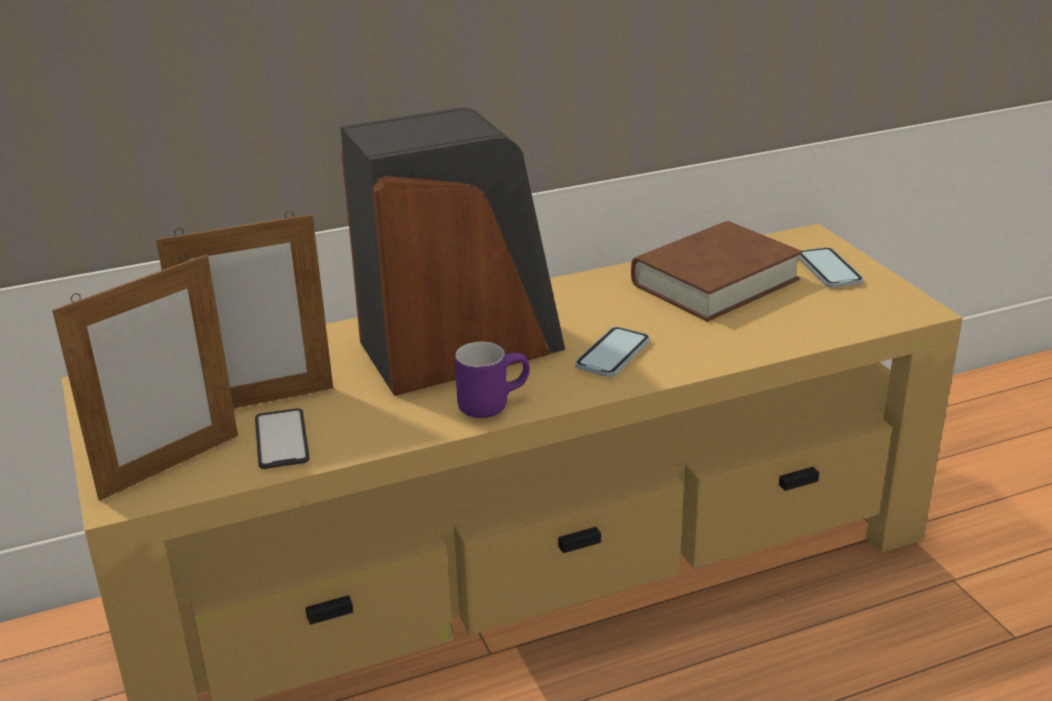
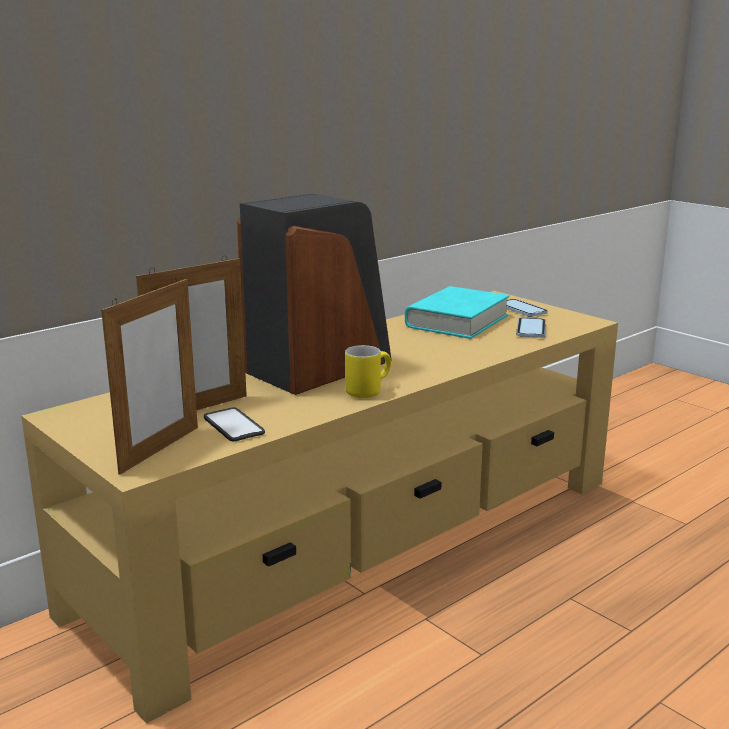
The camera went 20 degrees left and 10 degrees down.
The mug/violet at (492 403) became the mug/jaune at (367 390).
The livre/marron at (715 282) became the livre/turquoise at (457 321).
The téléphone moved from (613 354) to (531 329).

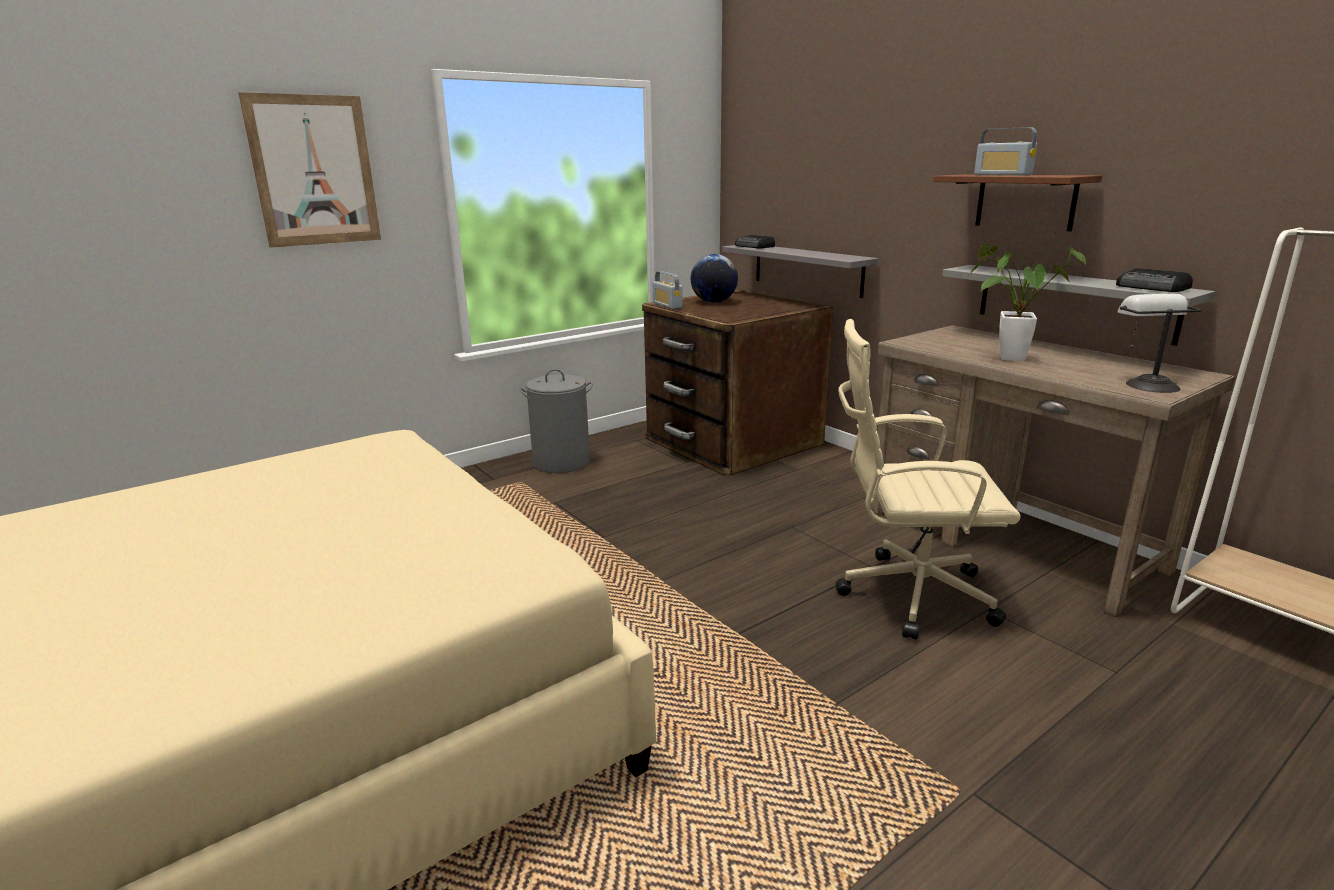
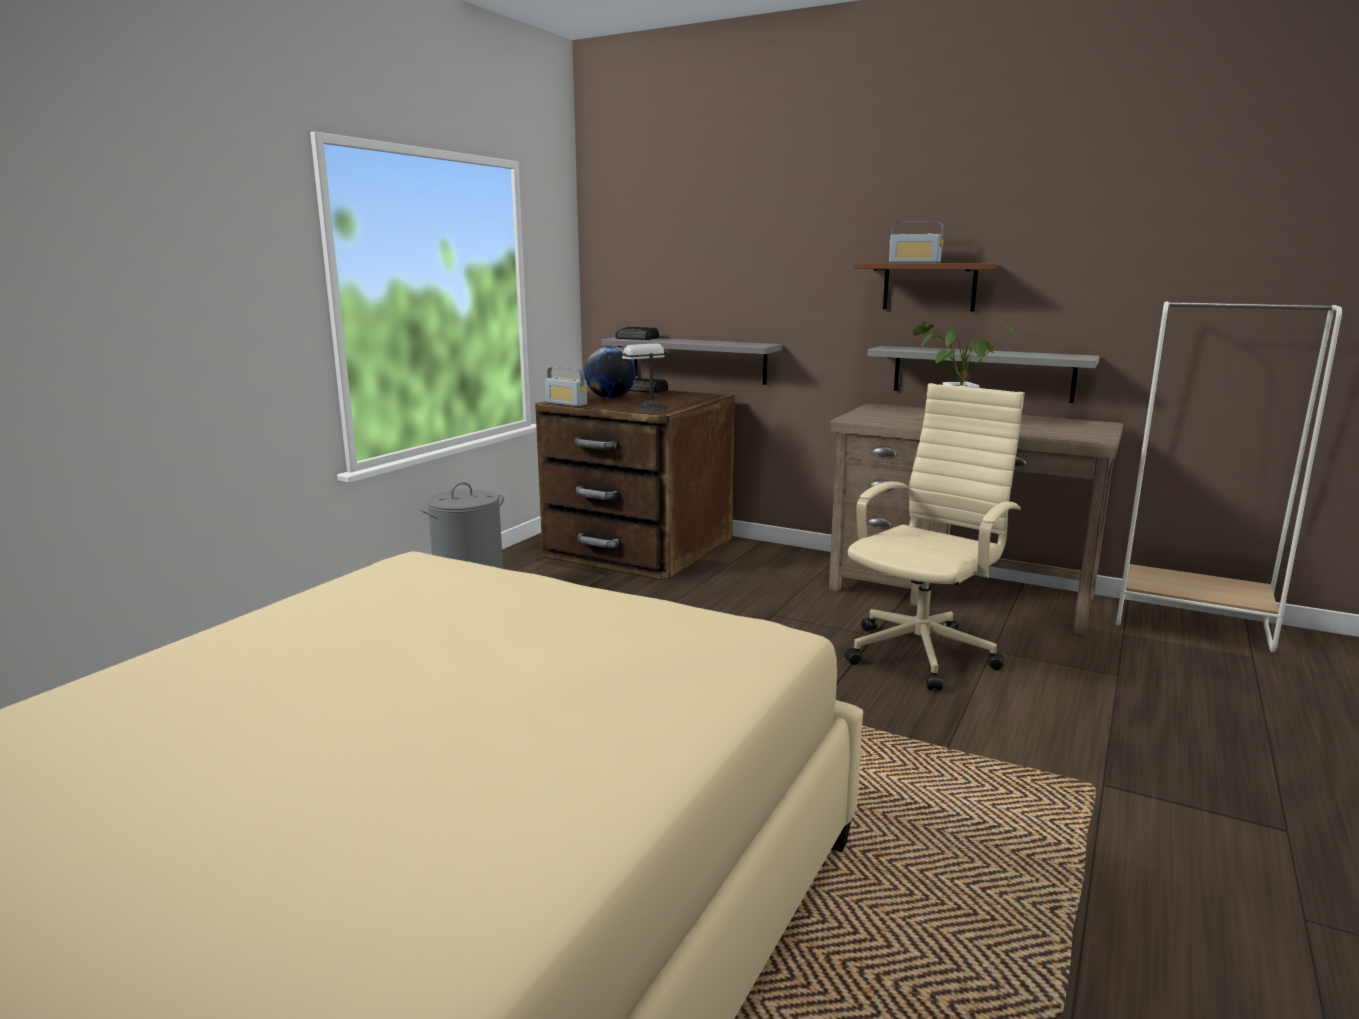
The camera went 25 degrees left and 5 degrees down.
The lampe de table moved from (1144 383) to (647 407).
The radio moved from (1153 287) to (646 390).
The chaise de bureau/beige at (908 595) turned 150 degrees clockwise.
The tableau at (314 171) disappeared.

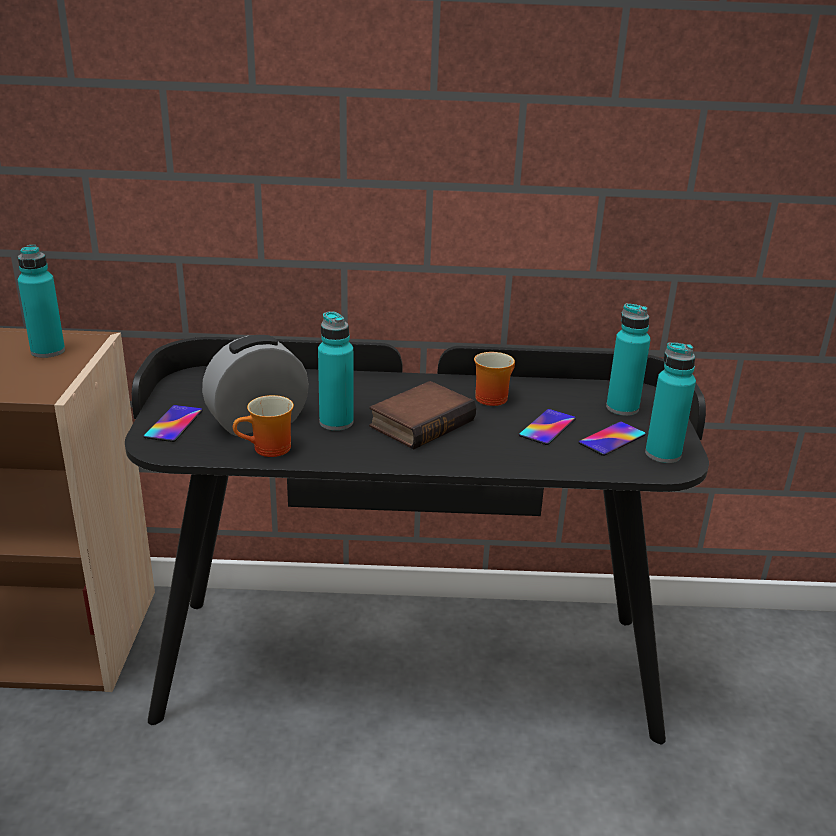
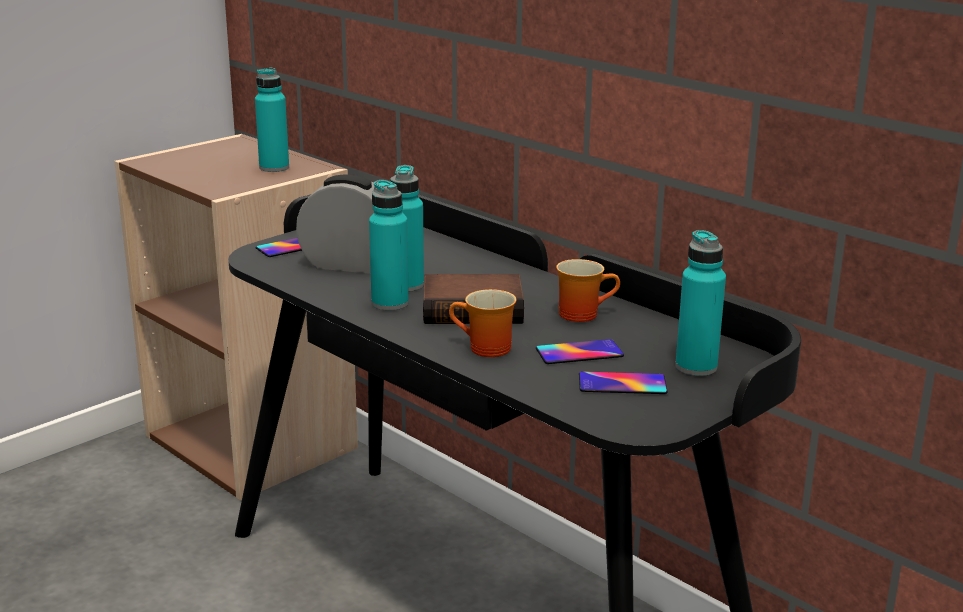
The camera went 45 degrees right and 5 degrees down.
The bouteille/turquoise moved from (663 454) to (390 303).
The mug moved from (269 450) to (484 349).

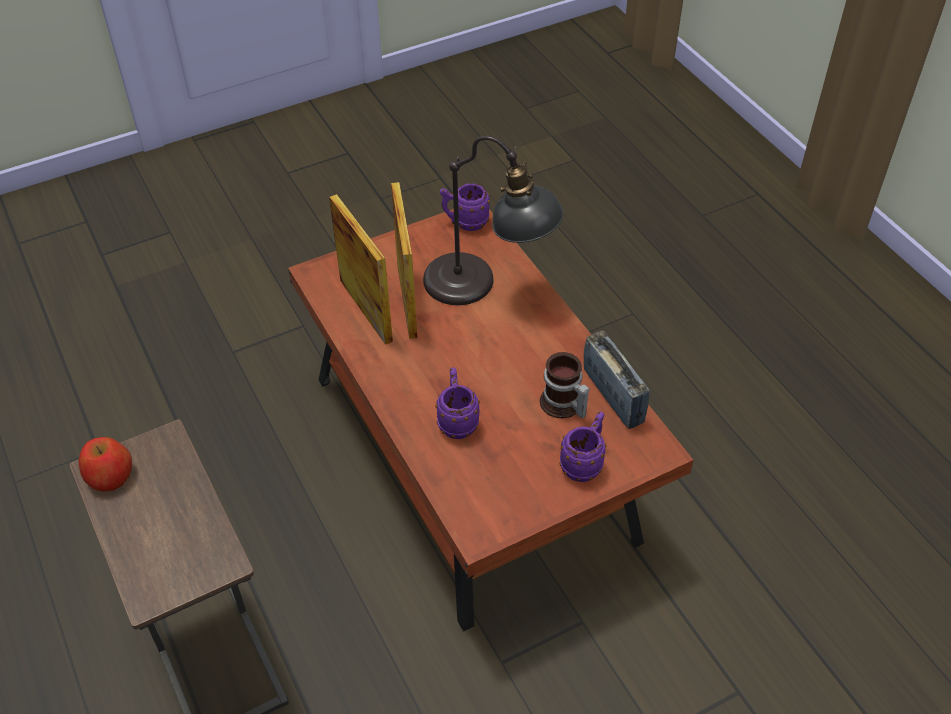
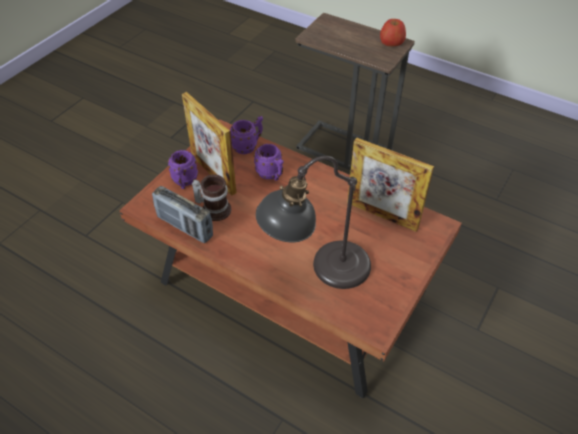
The camera went 150 degrees right and 0 degrees up.
The cadre photo moved from (407 301) to (213 174).
The mug/violet moved from (465 222) to (248 146).

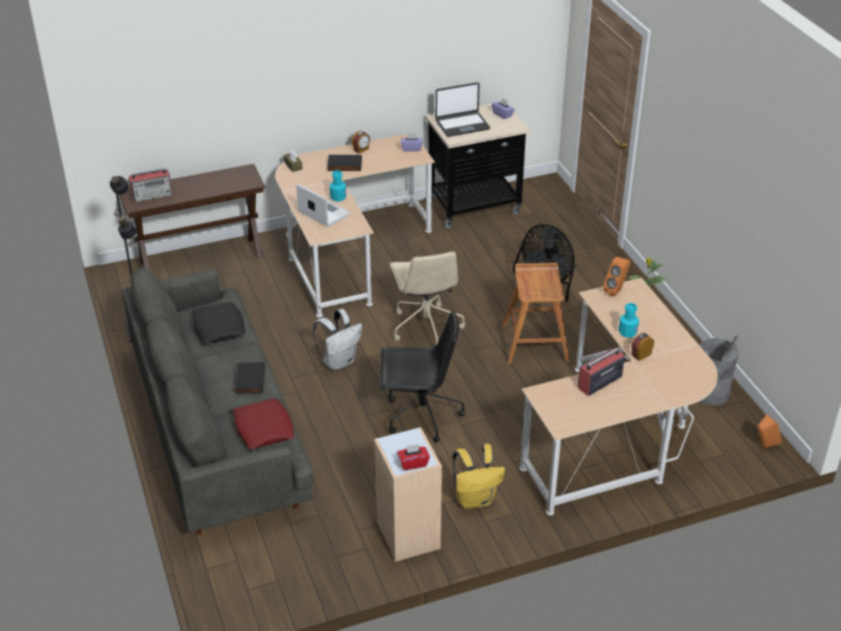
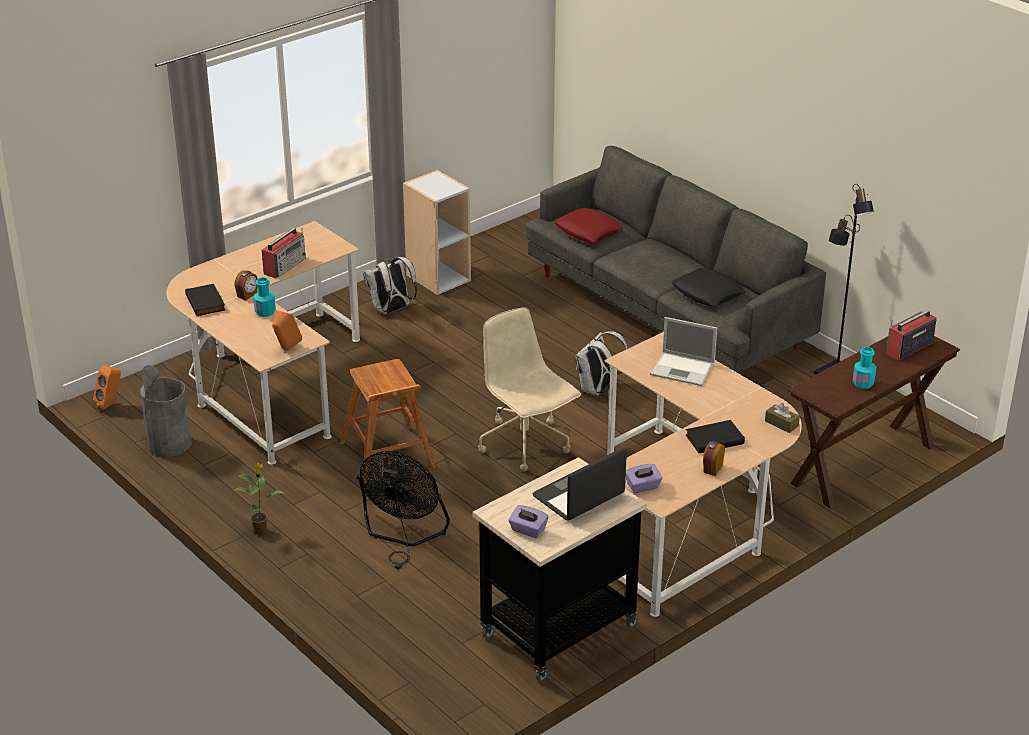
The camera went 160 degrees right and 5 degrees down.
The livre/noir moved from (249 380) to (206 302).
The sac à dos/jaune at (475 499) became the sac à dos/blanc at (391 310).
The bouteille/turquoise moved from (338 197) to (863 383).
The chaise de bureau/noir at (419 416) disappeared.
The boîte à mouchoirs/rouge at (413 463) disappeared.

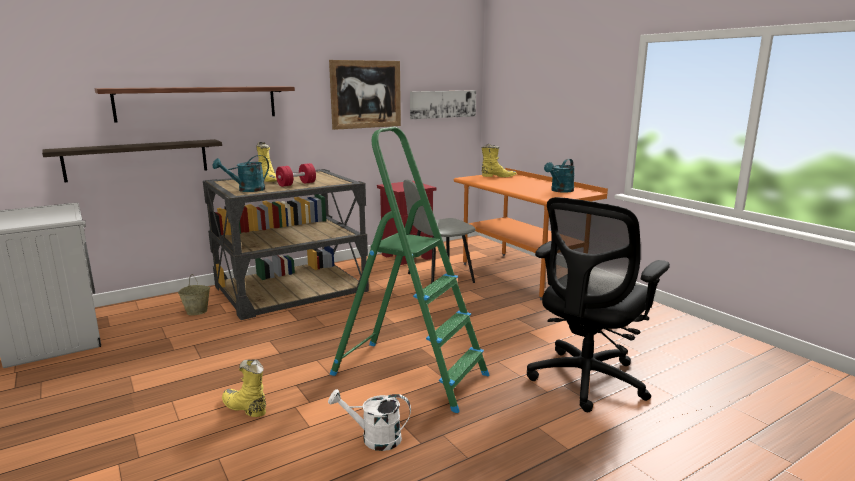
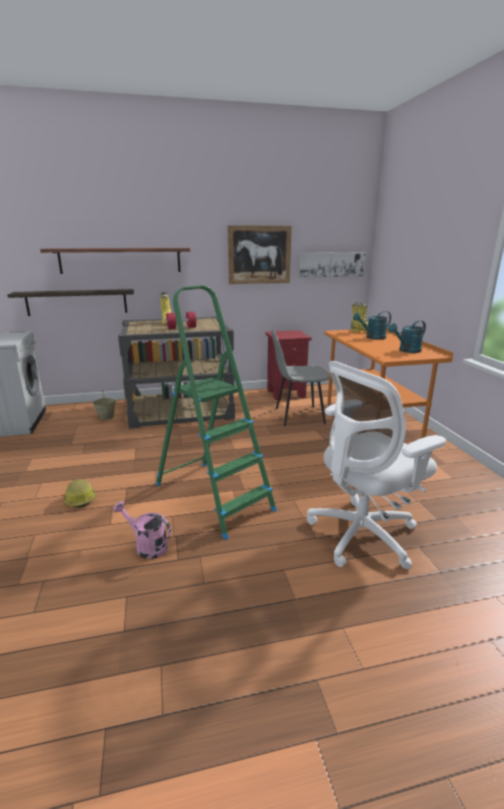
The camera went 20 degrees right and 5 degrees up.
The botte/jaune at (244 408) was replaced by the casque de chantier at (80 498).
The arrosoir/blanc at (374 438) became the arrosoir/rose at (146 546).
The chaise de bureau/noir at (588 375) became the chaise de bureau/blanc at (366 530).
The arrosoir/turquoise moved from (247 190) to (372 337).

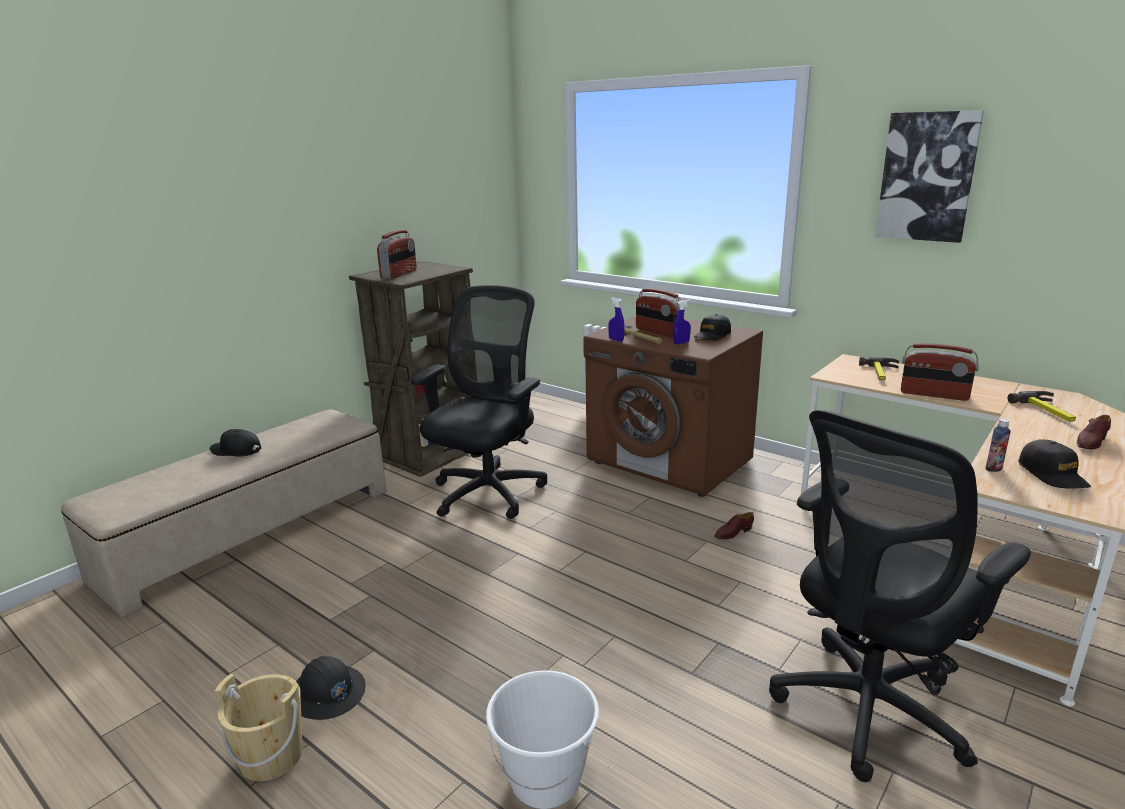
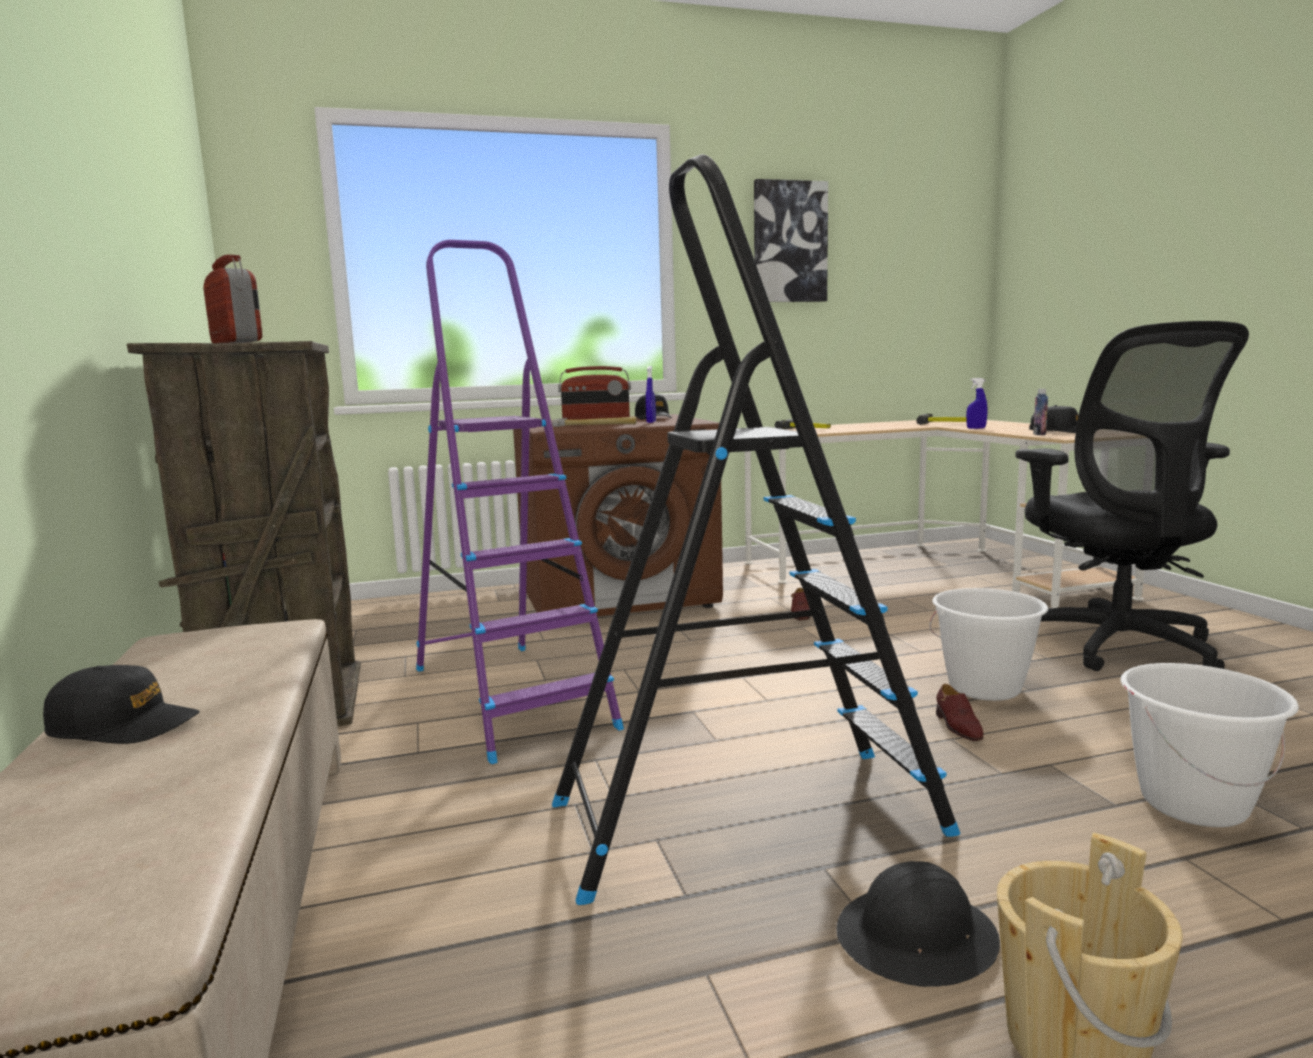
The camera went 55 degrees left and 10 degrees down.
The casquette/noir at (236 450) turned 135 degrees counterclockwise.
The chaise de bureau/noir at (486 497) was replaced by the escabeau/violet at (510 696).
The escabeau/noir at (748 817) appeared.
The seau/blanc at (984 688) appeared.
The chaussure/marron moved from (1090 442) to (957 726).
The vaporisateur/bleu moved from (616 340) to (976 428).
The radio at (934 394) disappeared.

